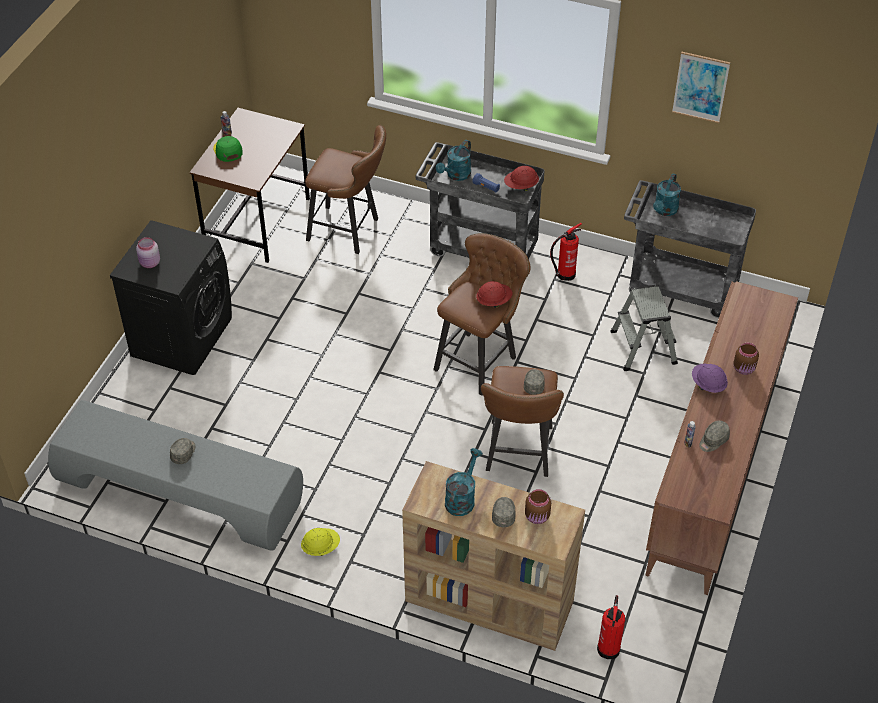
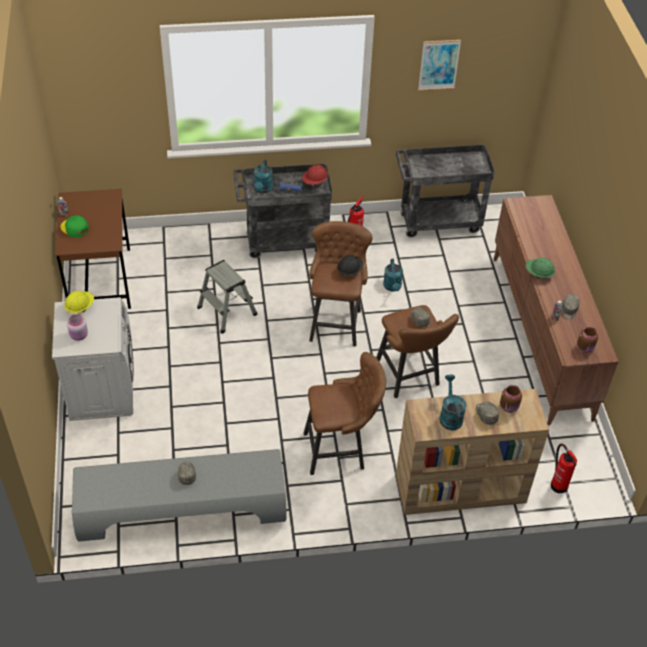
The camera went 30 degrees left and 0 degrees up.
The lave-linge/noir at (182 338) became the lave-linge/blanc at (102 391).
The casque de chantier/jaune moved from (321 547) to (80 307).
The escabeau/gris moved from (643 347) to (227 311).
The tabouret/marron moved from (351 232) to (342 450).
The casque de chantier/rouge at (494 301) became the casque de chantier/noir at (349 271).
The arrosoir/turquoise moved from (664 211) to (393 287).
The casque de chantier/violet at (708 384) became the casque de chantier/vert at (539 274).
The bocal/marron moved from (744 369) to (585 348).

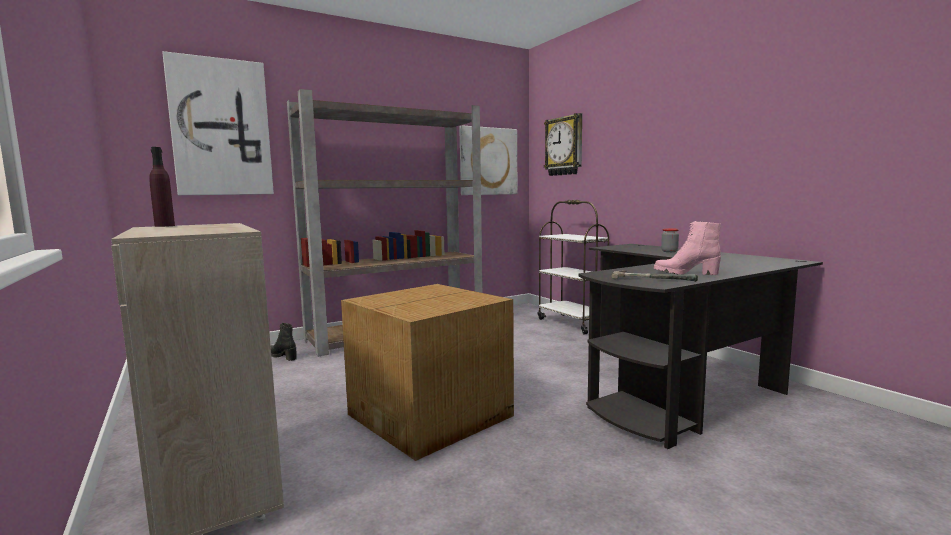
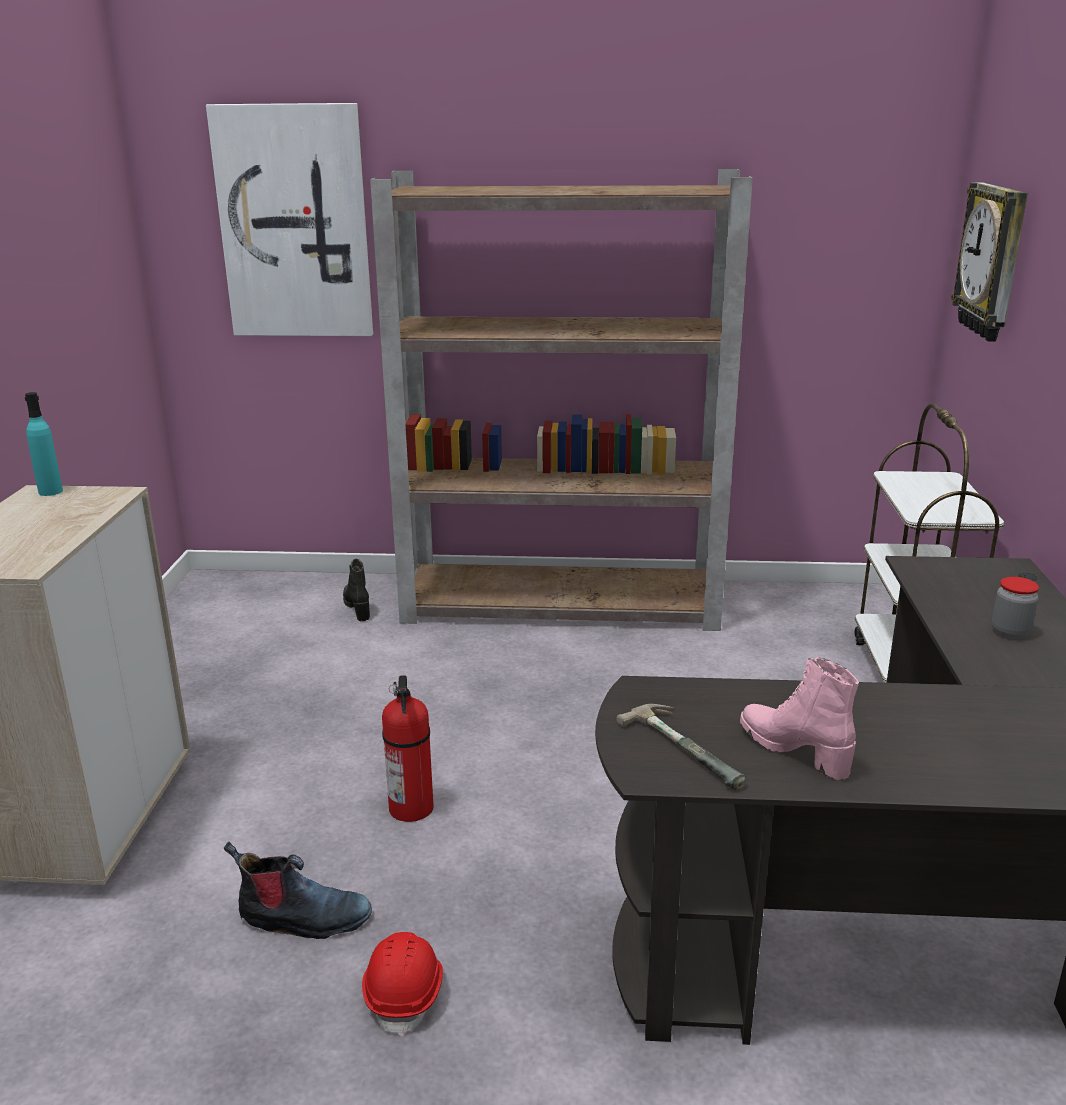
The camera went 35 degrees right and 15 degrees up.
The bouteille/violet at (164 226) became the bouteille/turquoise at (50 491).
The botte at (303 920) appeared.
The casque de chantier/rouge at (405 993) appeared.
The carton at (432 415) was replaced by the extincteur at (412 809).
The tableau at (488 161) disappeared.

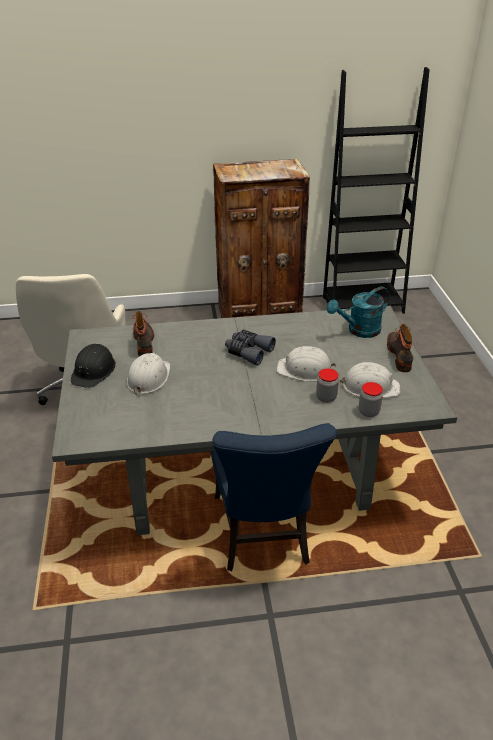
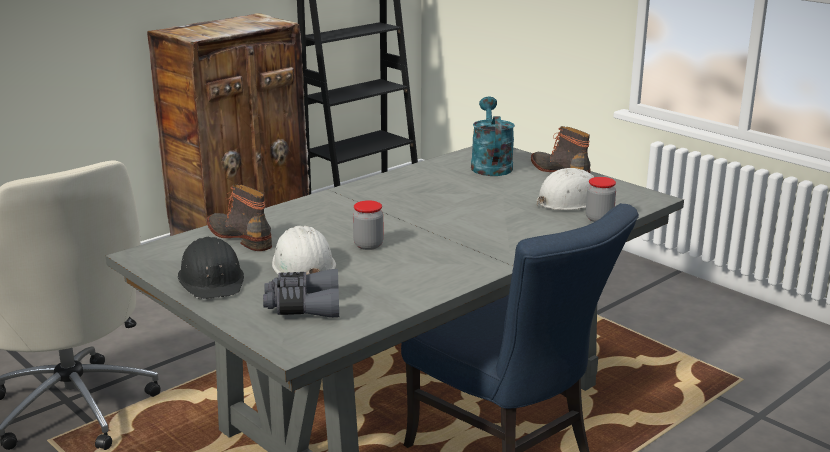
The camera went 35 degrees left and 15 degrees down.
The jumelles/gris moved from (248 351) to (303 306).
The bocal moved from (326 397) to (368 245).
The arrosoir/turquoise at (359 331) turned 150 degrees clockwise.
The casque de chantier/blanc at (305 370) disappeared.

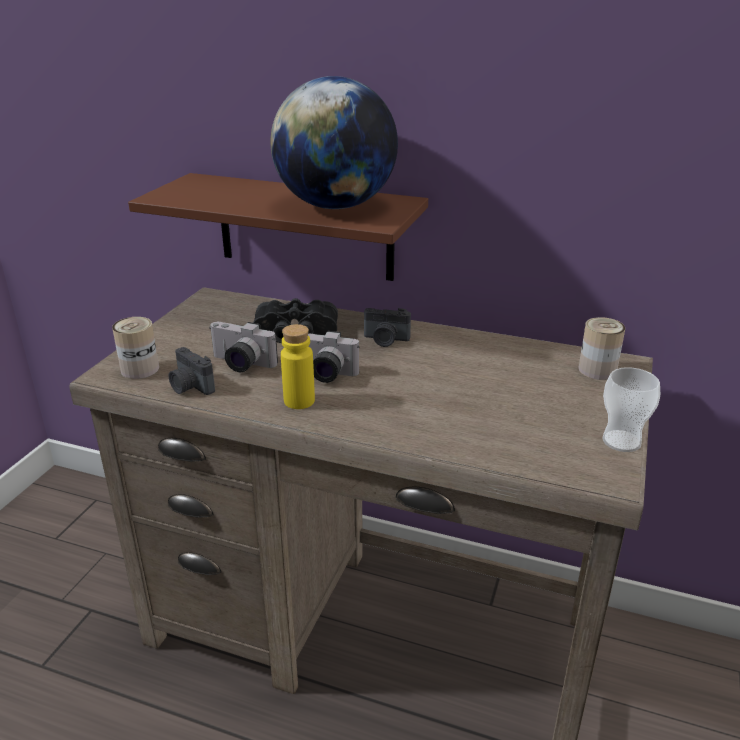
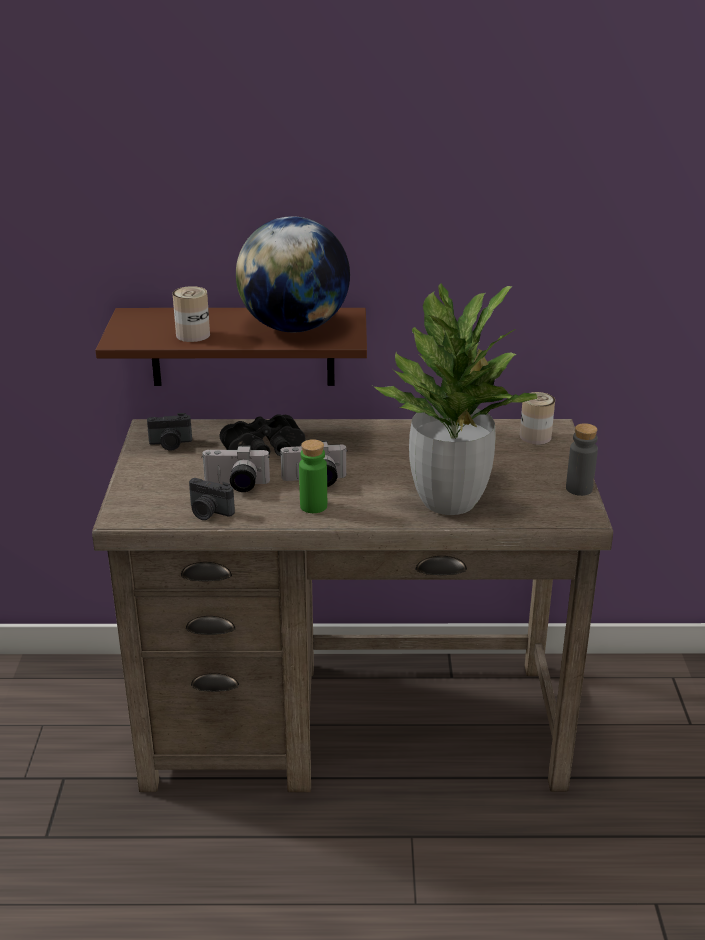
The camera went 20 degrees left and 0 degrees up.
The appareil photo moved from (385 340) to (170 444).
The boîte métallique moved from (140 369) to (193 335).
The bouteille/jaune at (299 401) became the bouteille/vert at (313 506).
The plante en pot at (449 500) appeared.
The tasse at (621 441) was replaced by the bouteille/gris at (579 489).

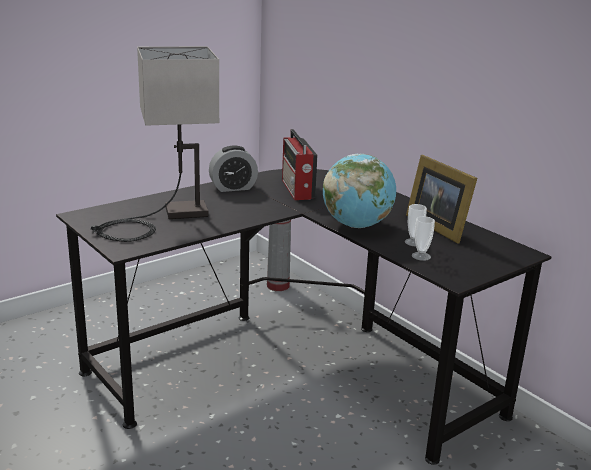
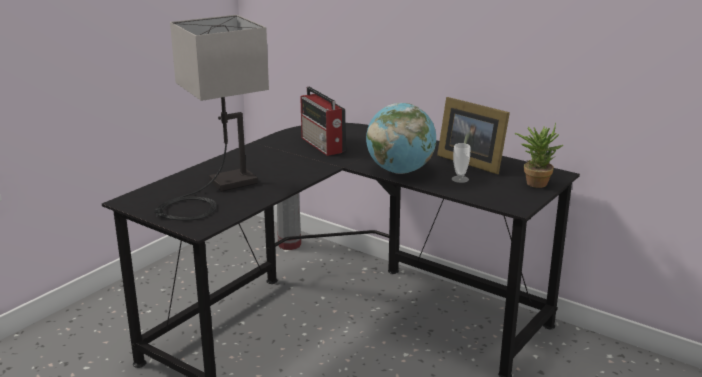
The camera went 15 degrees left and 0 degrees up.
The plante en pot at (534 182) appeared.
The réveil at (233 188) disappeared.
The tasse at (421 256) disappeared.

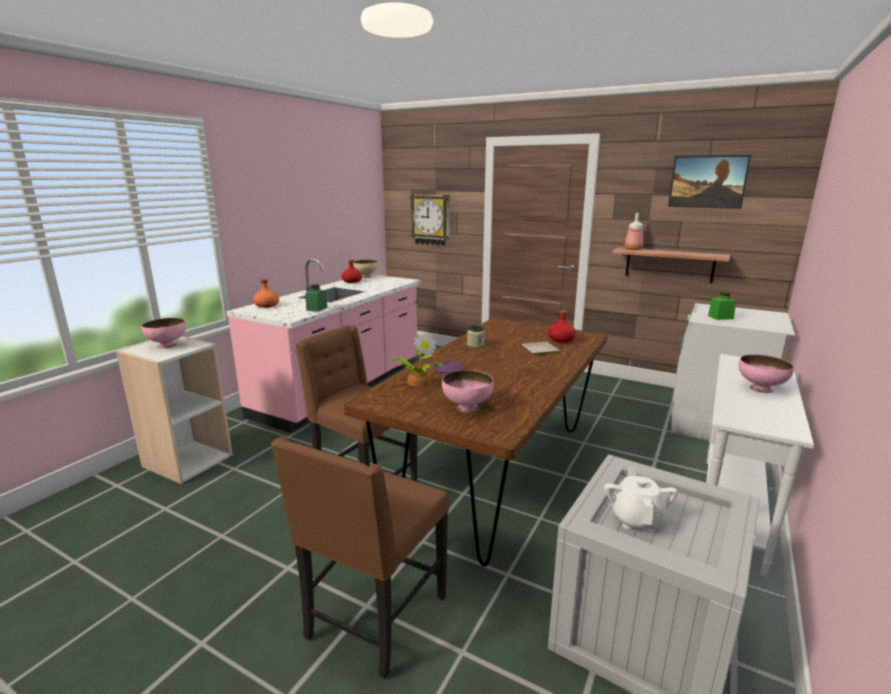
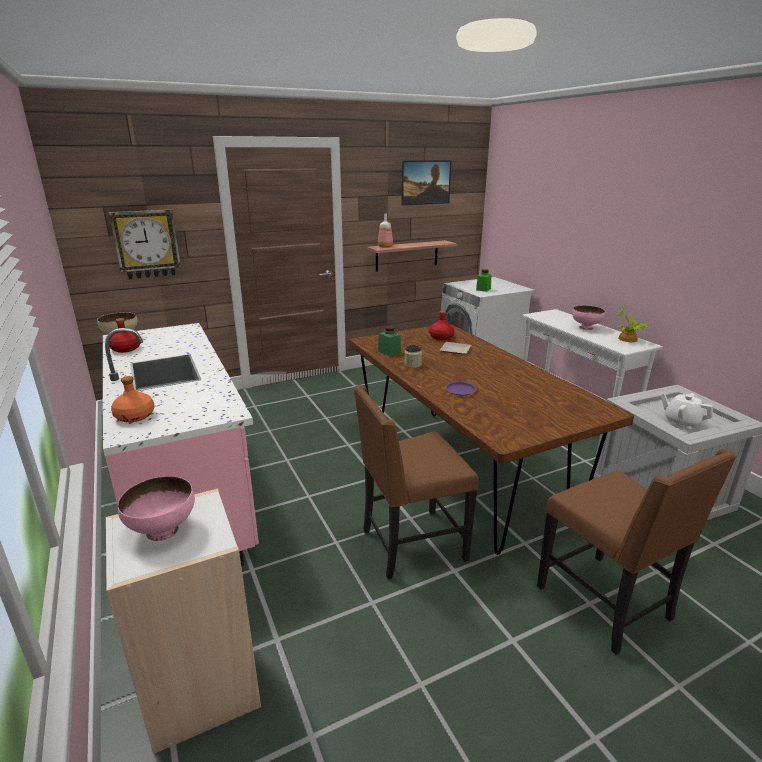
The camera went 55 degrees left and 5 degrees up.
The bocal/vert moved from (316 309) to (389 352).
The plante en pot moved from (417 382) to (628 339).
The bol/rose at (466 407) disappeared.

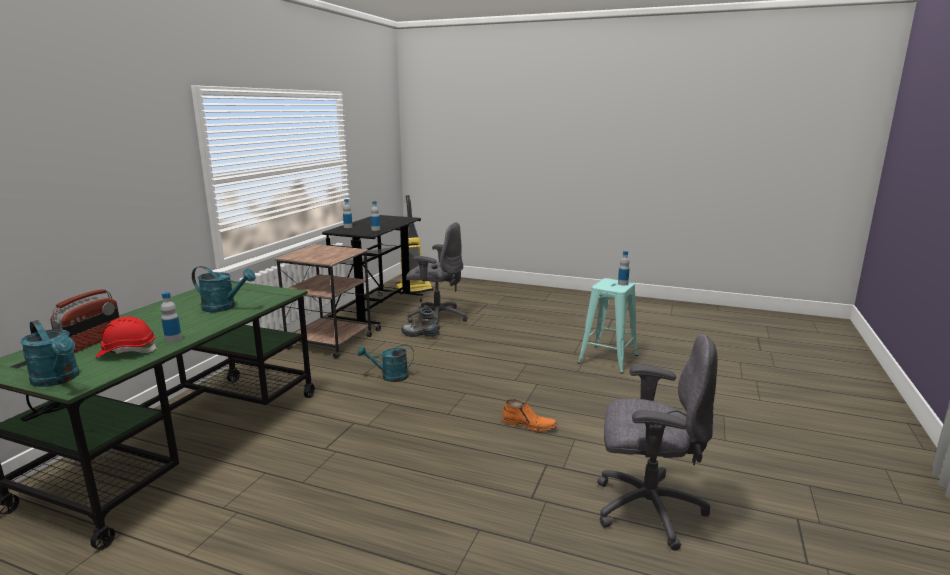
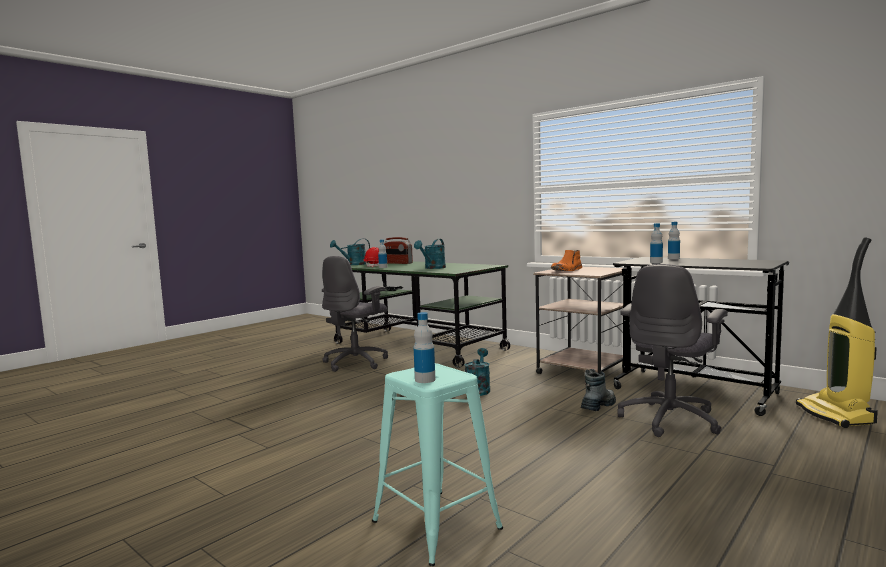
The camera went 110 degrees right and 10 degrees down.
The chaise de bureau/gris moved from (646 508) to (356 362).
The botte/orange moved from (529 425) to (567 270).

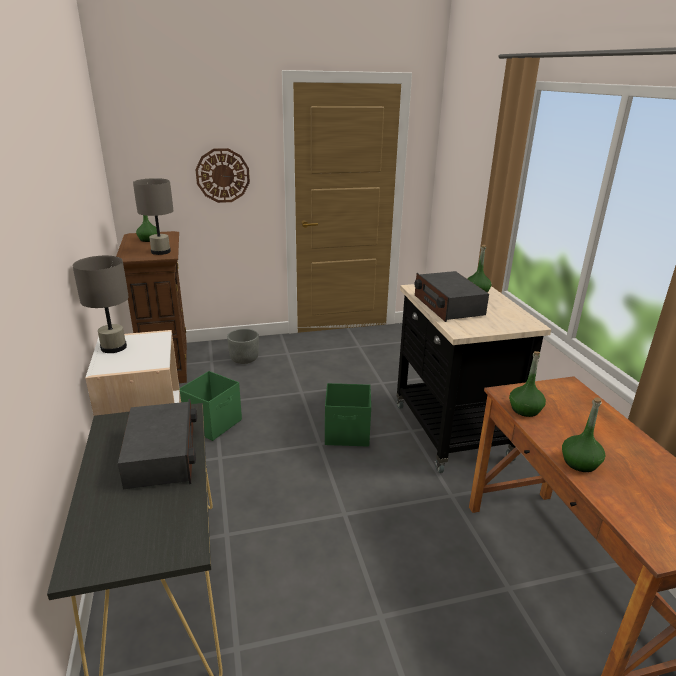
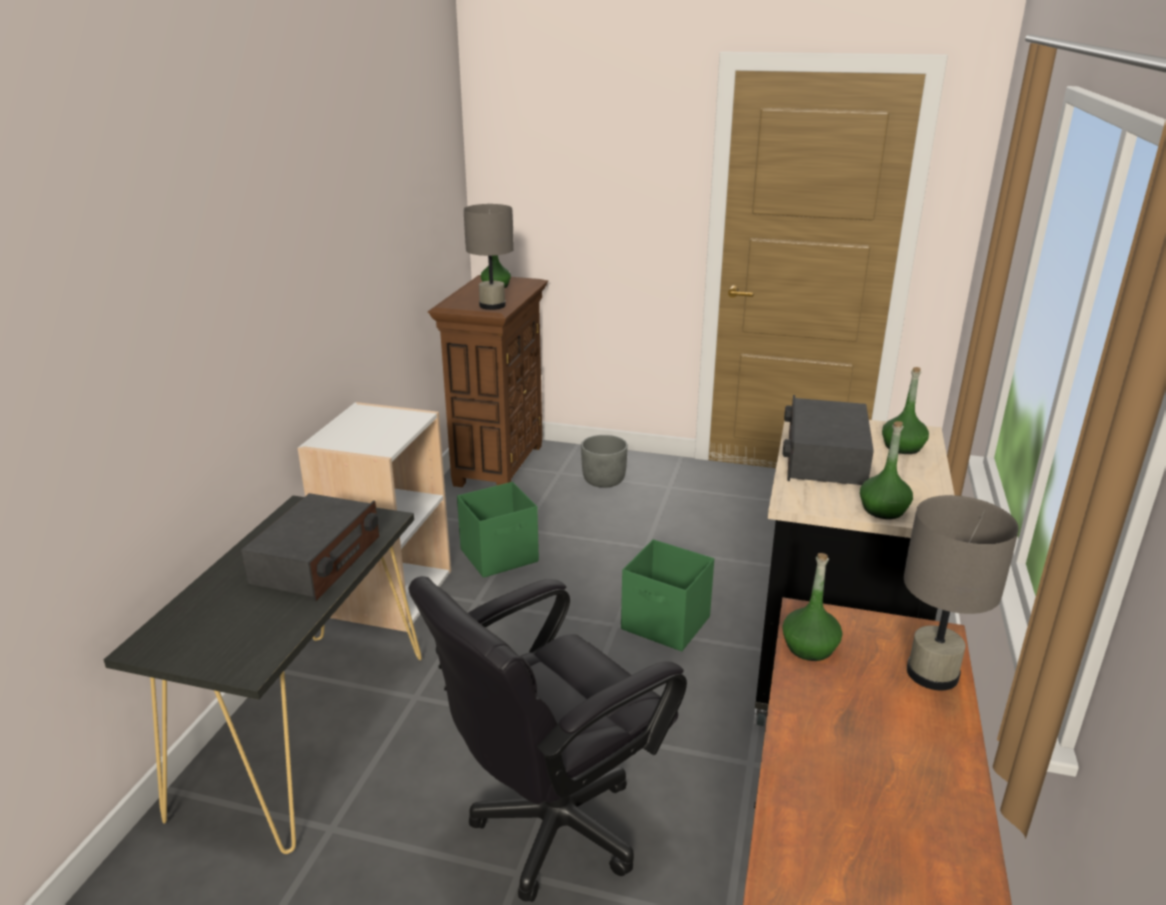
The camera went 30 degrees right and 0 degrees up.
The chaise de bureau/noir at (550 837) appeared.
The bouteille/vert moved from (580 463) to (883 510).
The lampe de table/gris moved from (114 347) to (933 674).
The horloge murale at (222 175) disappeared.

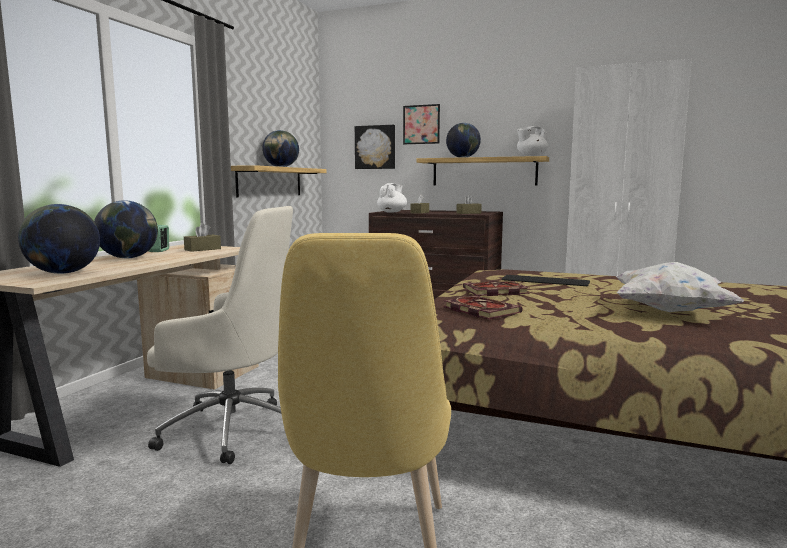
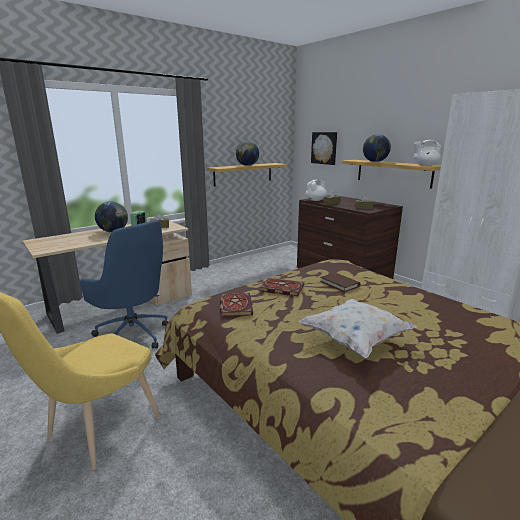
The camera went 30 degrees right and 10 degrees up.
The chaise de bureau/beige at (232 431) became the chaise de bureau/bleu at (133 335).
The clavier at (546 281) was replaced by the livre/marron at (339 284).
The globe at (63 273) disappeared.
The tableau at (421 124) disappeared.

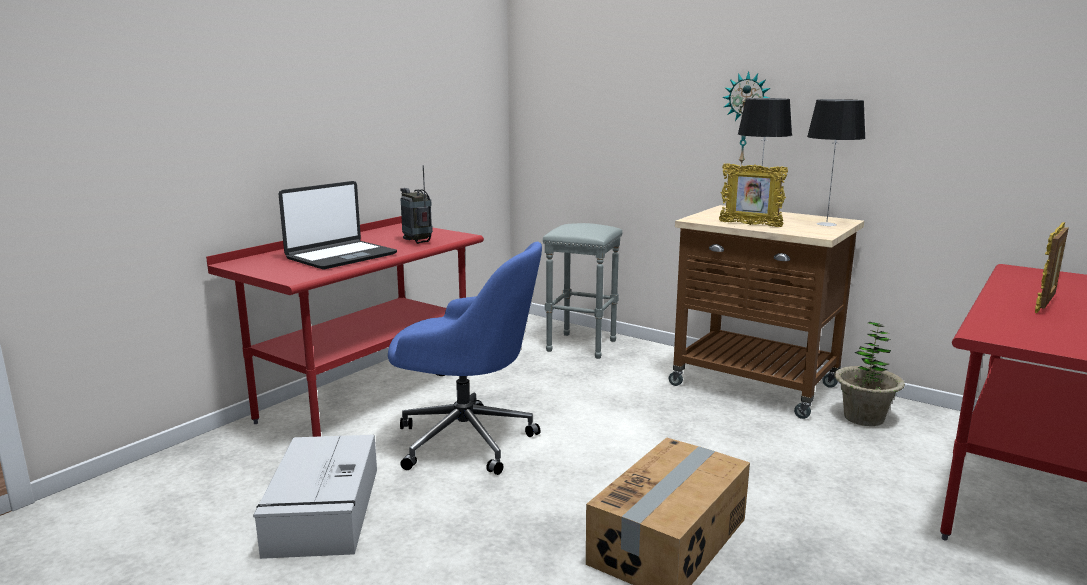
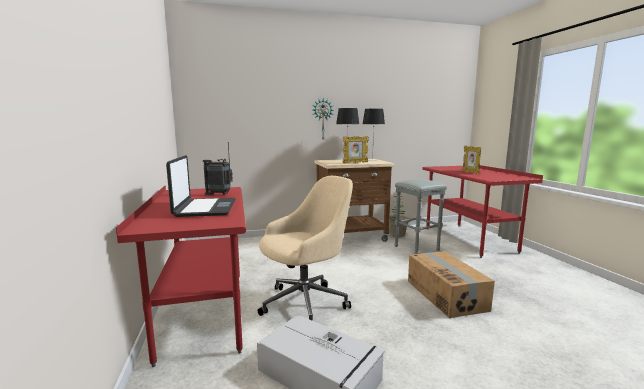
The camera went 50 degrees left and 5 degrees down.
The chaise de bureau/bleu at (467 441) became the chaise de bureau/beige at (305 303).
The tabouret/gris moved from (580 345) to (415 248).

